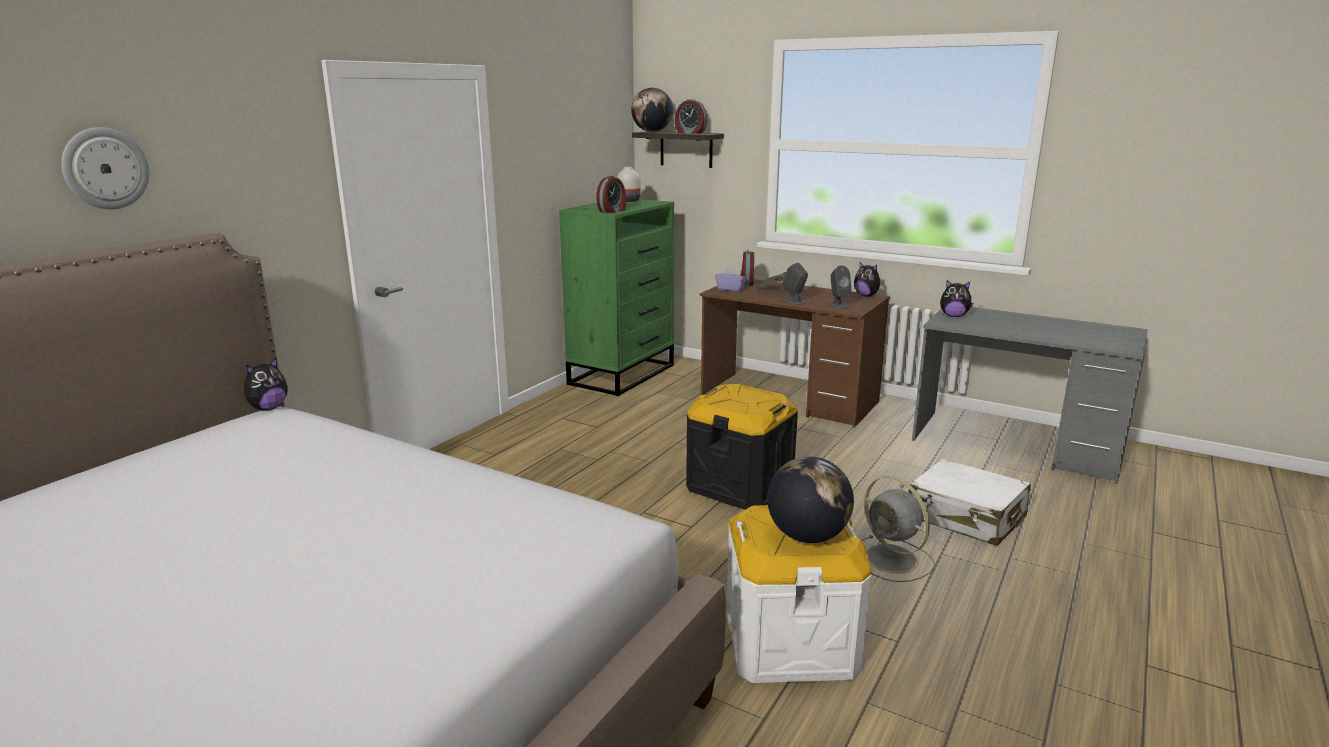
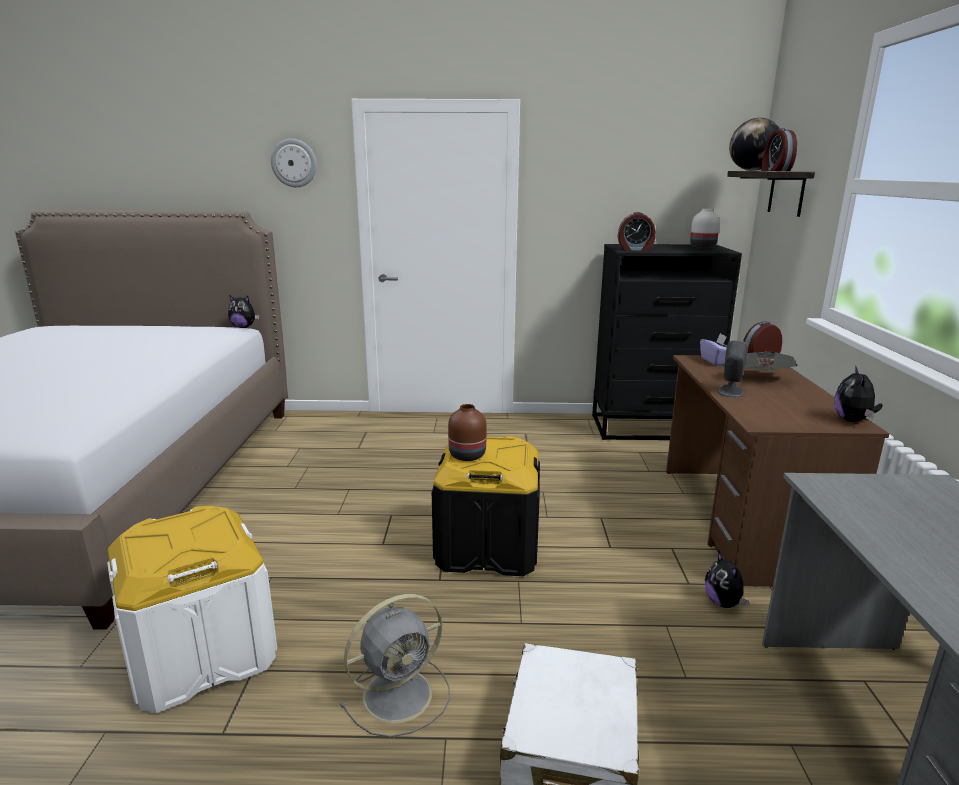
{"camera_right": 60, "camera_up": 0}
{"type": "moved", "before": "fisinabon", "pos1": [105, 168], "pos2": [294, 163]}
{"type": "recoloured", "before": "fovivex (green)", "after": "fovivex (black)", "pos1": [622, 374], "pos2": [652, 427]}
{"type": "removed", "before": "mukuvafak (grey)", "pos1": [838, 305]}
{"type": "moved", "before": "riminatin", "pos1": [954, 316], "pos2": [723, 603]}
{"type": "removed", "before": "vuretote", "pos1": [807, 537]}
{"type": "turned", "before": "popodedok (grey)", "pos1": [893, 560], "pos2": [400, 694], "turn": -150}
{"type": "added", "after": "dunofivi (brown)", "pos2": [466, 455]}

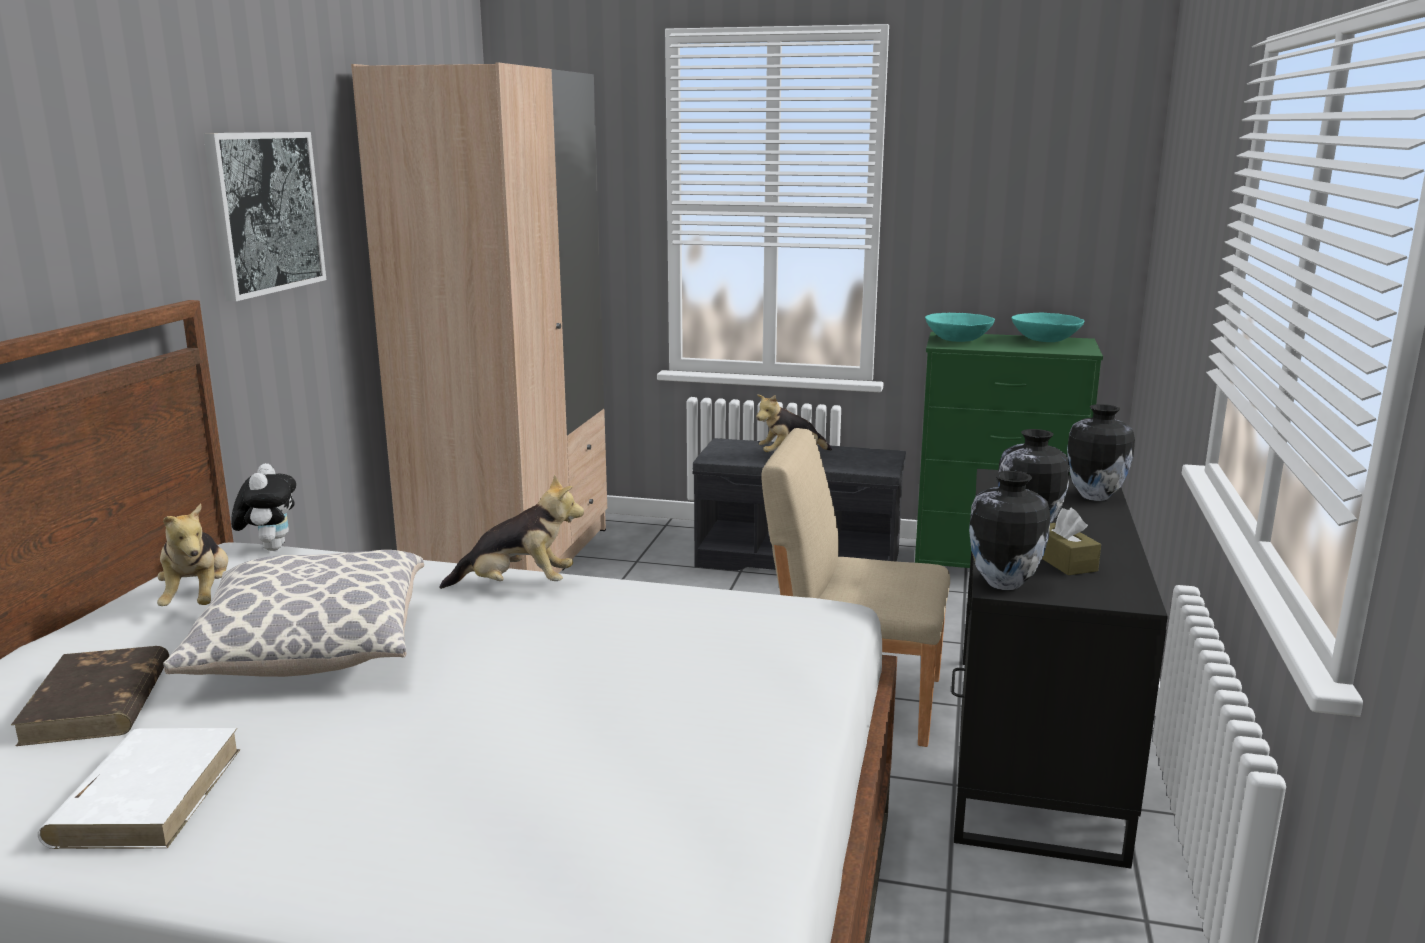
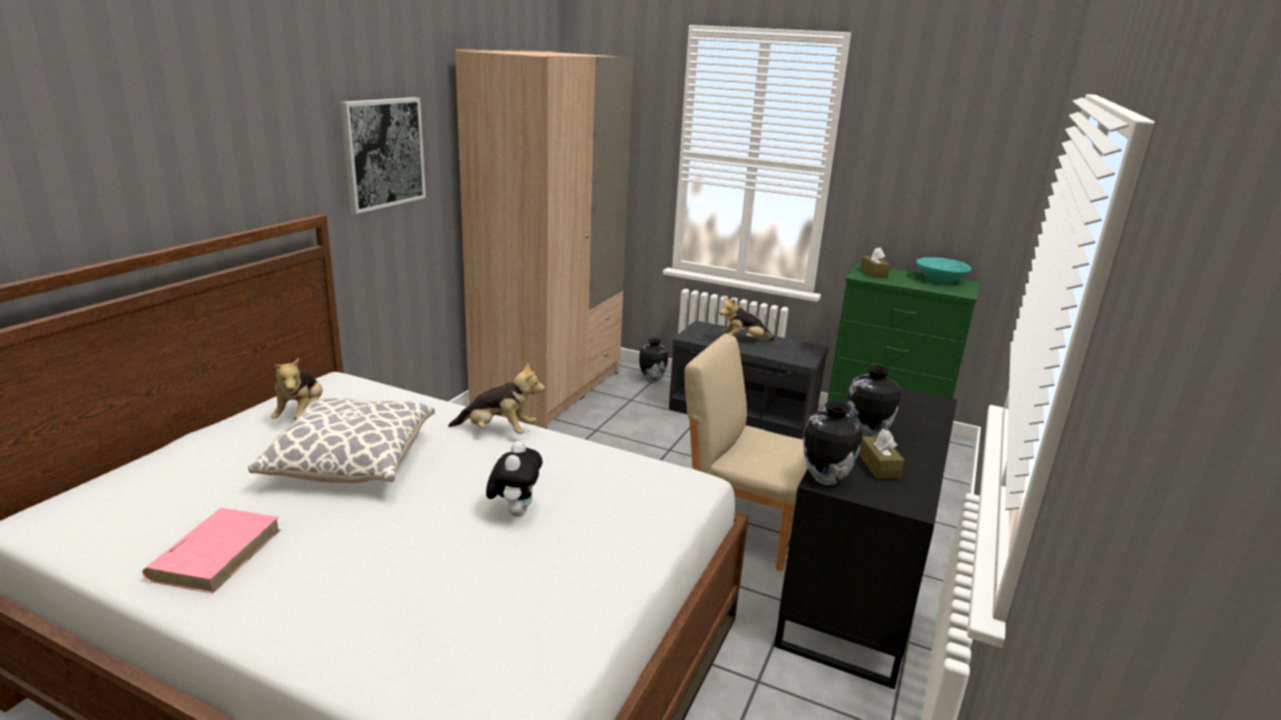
{"camera_right": 10, "camera_up": 5}
{"type": "replaced", "before": "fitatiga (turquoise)", "after": "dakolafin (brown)", "pos1": [958, 340], "pos2": [873, 273]}
{"type": "moved", "before": "dunofivi", "pos1": [1093, 496], "pos2": [651, 379]}
{"type": "moved", "before": "riminatin", "pos1": [270, 547], "pos2": [515, 511]}
{"type": "removed", "before": "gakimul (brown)", "pos1": [98, 703]}
{"type": "recoloured", "before": "gakimul (white)", "after": "gakimul (pink)", "pos1": [148, 794], "pos2": [217, 553]}

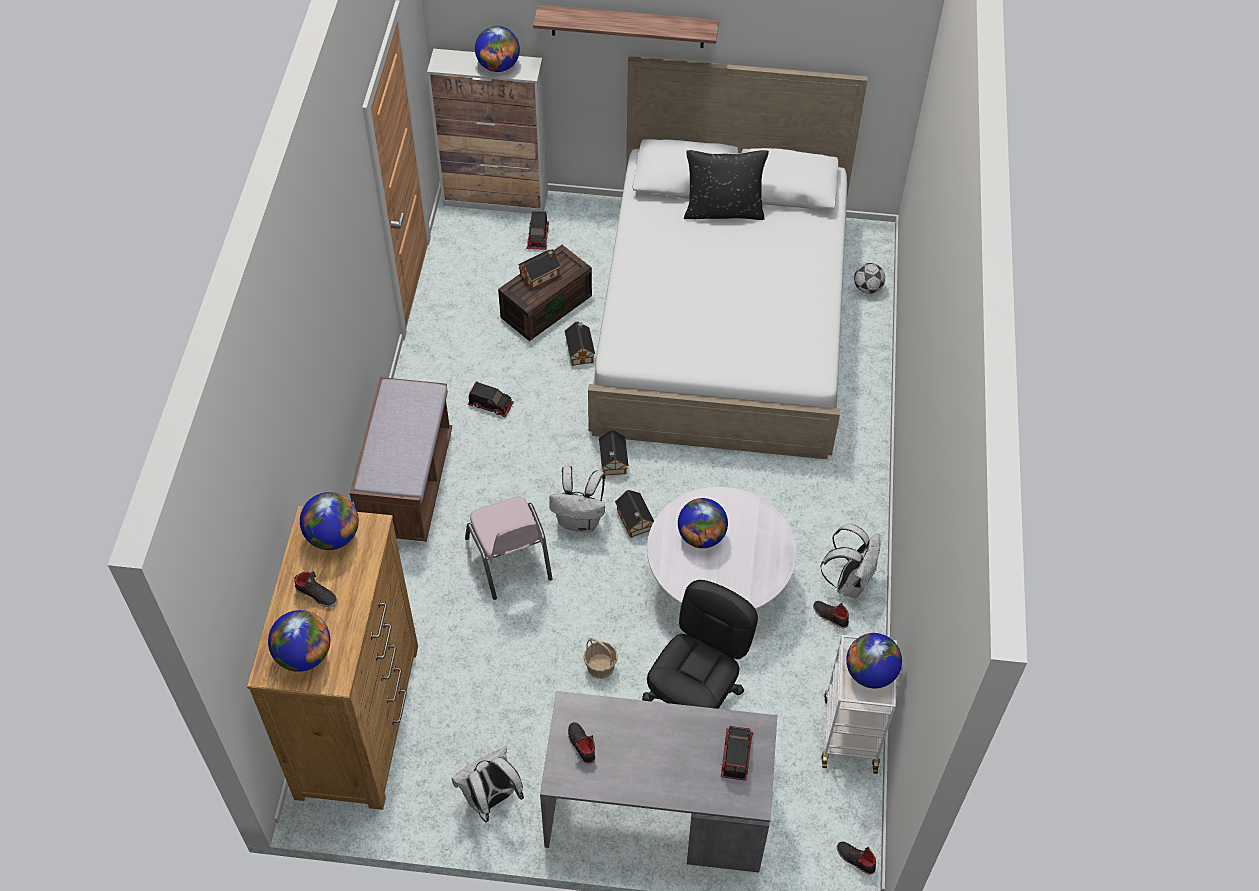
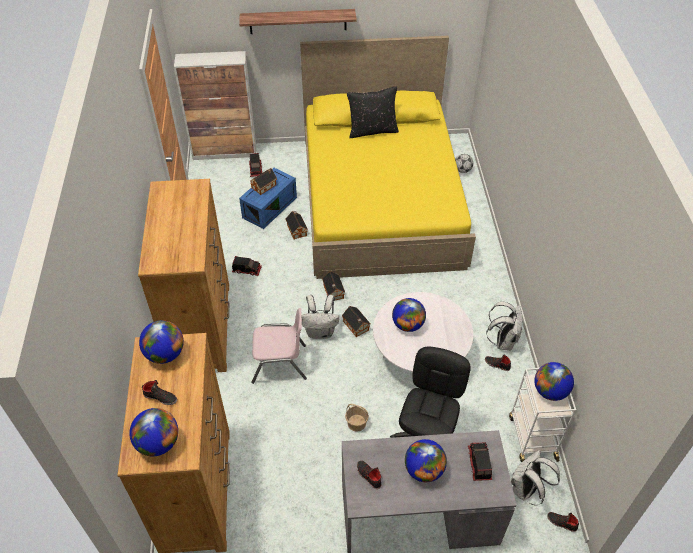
{"camera_right": -10, "camera_up": -5}
{"type": "moved", "before": "vuretote", "pos1": [498, 66], "pos2": [424, 470]}
{"type": "recoloured", "before": "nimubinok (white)", "after": "nimubinok (yellow)", "pos1": [723, 321], "pos2": [381, 200]}
{"type": "recoloured", "before": "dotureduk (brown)", "after": "dotureduk (blue)", "pos1": [546, 305], "pos2": [269, 207]}
{"type": "replaced", "before": "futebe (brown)", "after": "fovivex (brown)", "pos1": [407, 485], "pos2": [201, 327]}
{"type": "turned", "before": "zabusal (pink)", "pos1": [509, 559], "pos2": [279, 363], "turn": -60}
{"type": "moved", "before": "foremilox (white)", "pos1": [491, 799], "pos2": [526, 490]}

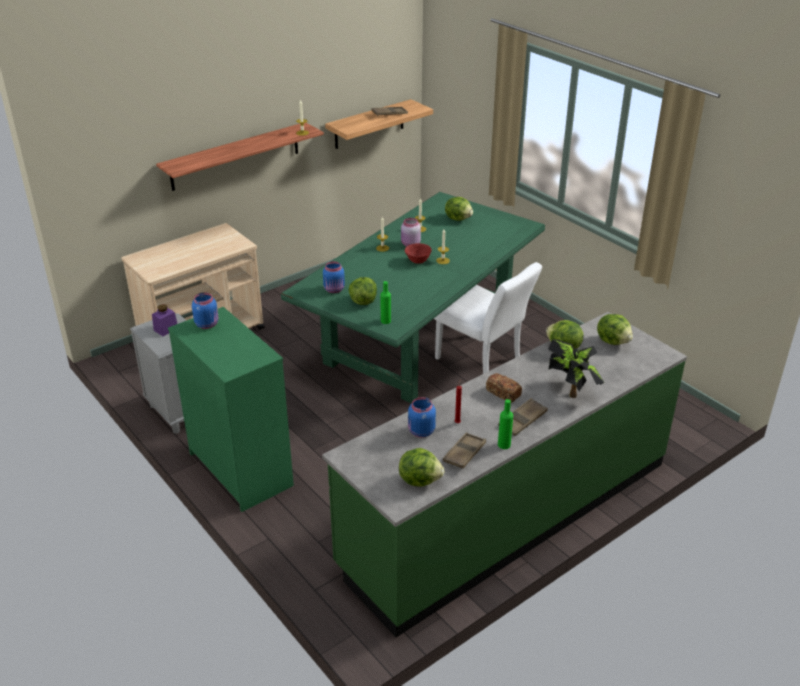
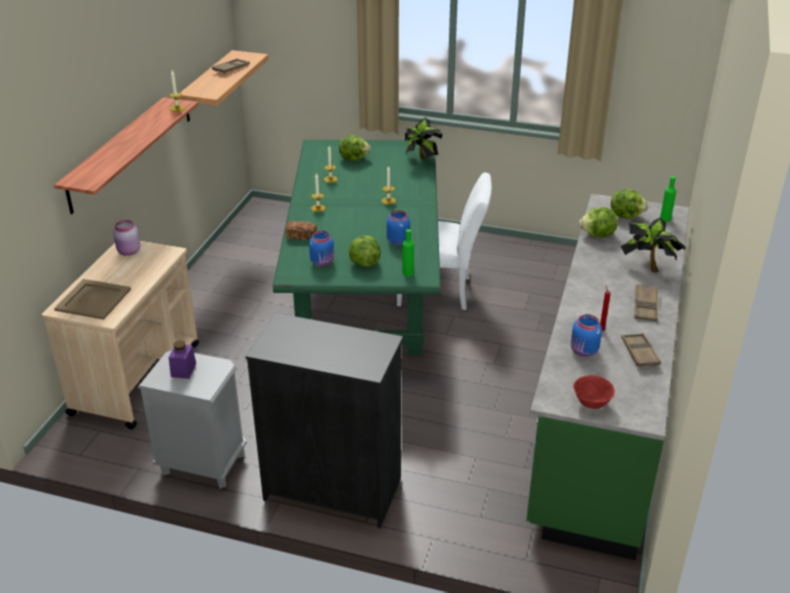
{"camera_right": -35, "camera_up": 0}
{"type": "moved", "before": "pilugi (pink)", "pos1": [410, 244], "pos2": [129, 252]}
{"type": "moved", "before": "fitatiga (red)", "pos1": [417, 261], "pos2": [591, 404]}
{"type": "moved", "before": "pilugi (blue)", "pos1": [207, 324], "pos2": [398, 241]}
{"type": "recoloured", "before": "fovivex (green)", "after": "fovivex (black)", "pos1": [241, 469], "pos2": [333, 488]}
{"type": "moved", "before": "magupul", "pos1": [503, 393], "pos2": [301, 236]}
{"type": "moved", "before": "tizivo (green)", "pos1": [504, 445], "pos2": [665, 219]}
{"type": "removed", "before": "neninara", "pos1": [420, 479]}
{"type": "added", "after": "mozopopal", "pos2": [421, 160]}
{"type": "added", "after": "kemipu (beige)", "pos2": [93, 300]}

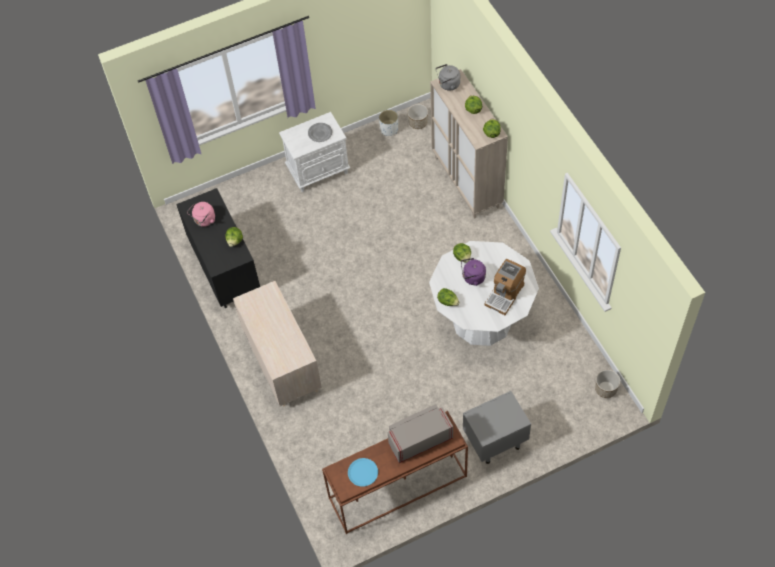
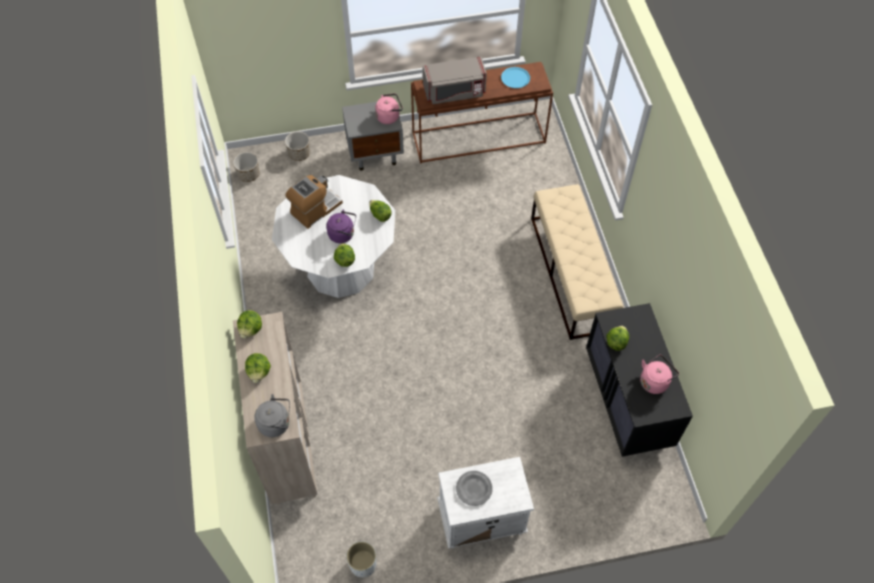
{"camera_right": -170, "camera_up": 0}
{"type": "moved", "before": "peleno", "pos1": [418, 123], "pos2": [299, 154]}
{"type": "replaced", "before": "fovivex (beige)", "after": "futebe (beige)", "pos1": [282, 362], "pos2": [571, 273]}
{"type": "added", "after": "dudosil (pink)", "pos2": [389, 116]}

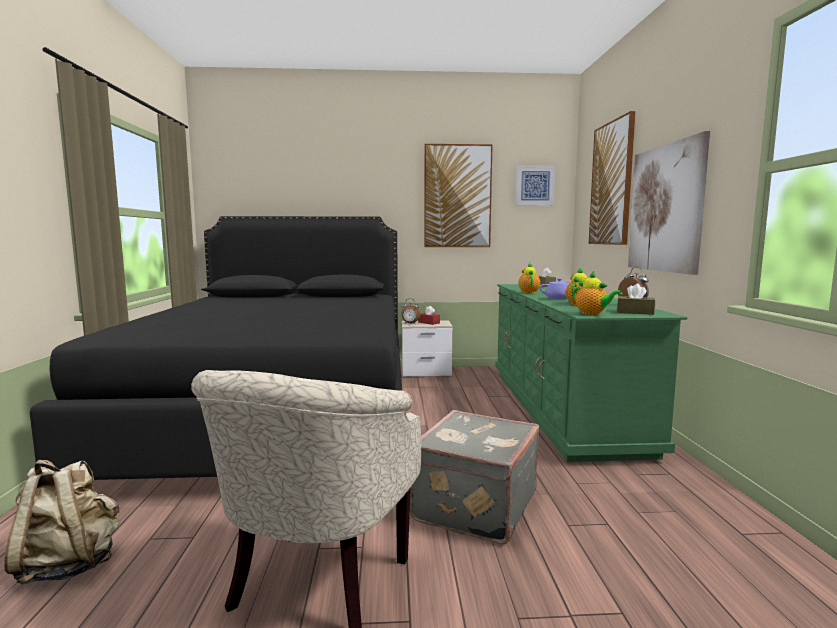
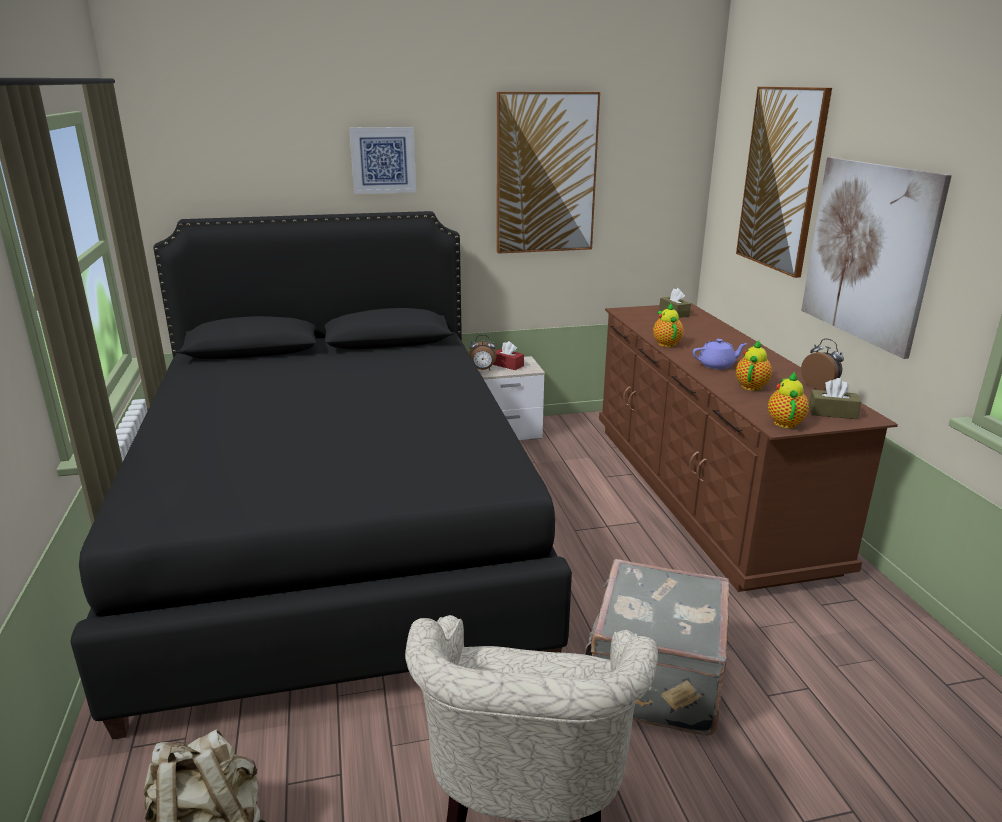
{"camera_right": -10, "camera_up": 15}
{"type": "moved", "before": "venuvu", "pos1": [534, 185], "pos2": [383, 160]}
{"type": "turned", "before": "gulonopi", "pos1": [593, 314], "pos2": [784, 422], "turn": -120}
{"type": "recoloured", "before": "fovivex (green)", "after": "fovivex (brown)", "pos1": [561, 408], "pos2": [703, 492]}

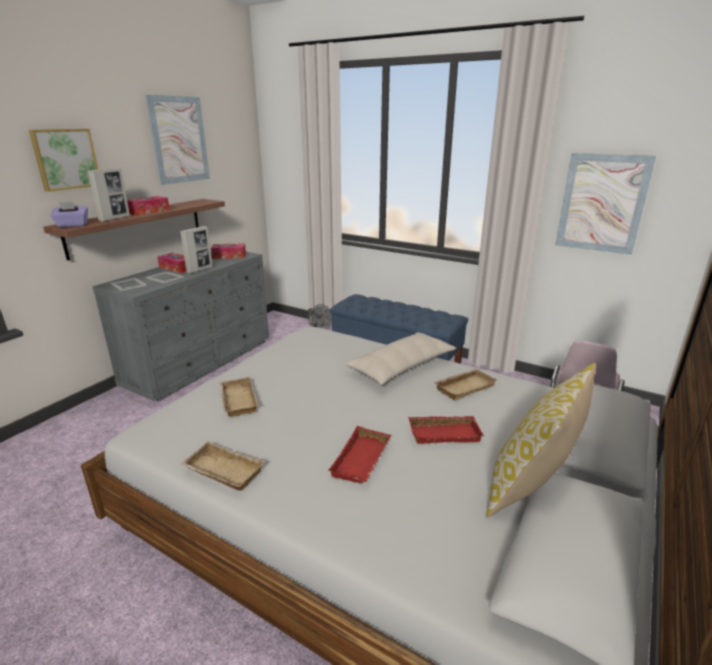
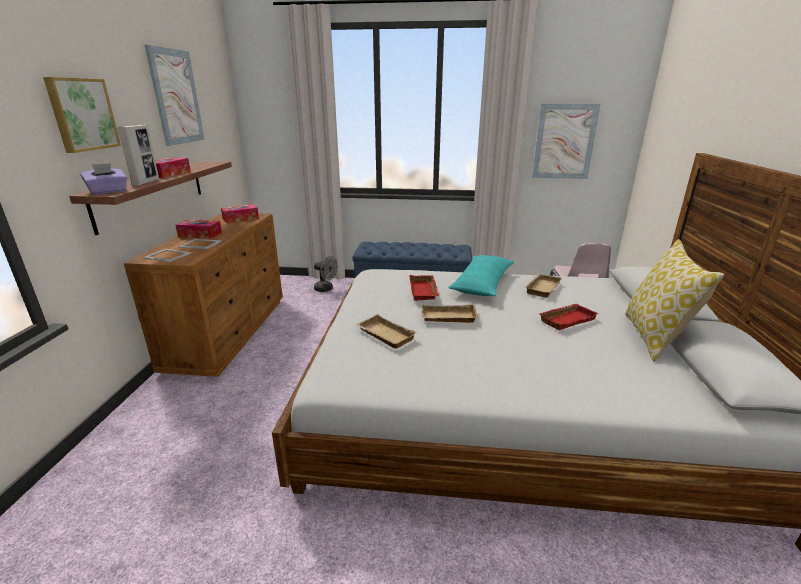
{"camera_right": -25, "camera_up": 0}
{"type": "removed", "before": "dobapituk", "pos1": [199, 270]}
{"type": "recoloured", "before": "fovivex (grey)", "after": "fovivex (brown)", "pos1": [201, 362], "pos2": [229, 332]}
{"type": "recoloured", "before": "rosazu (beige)", "after": "rosazu (turquoise)", "pos1": [401, 367], "pos2": [482, 284]}
{"type": "moved", "before": "kemipu (red)", "pos1": [362, 461], "pos2": [424, 291]}
{"type": "moved", "before": "kemipu (beige)", "pos1": [221, 472], "pos2": [447, 318]}

